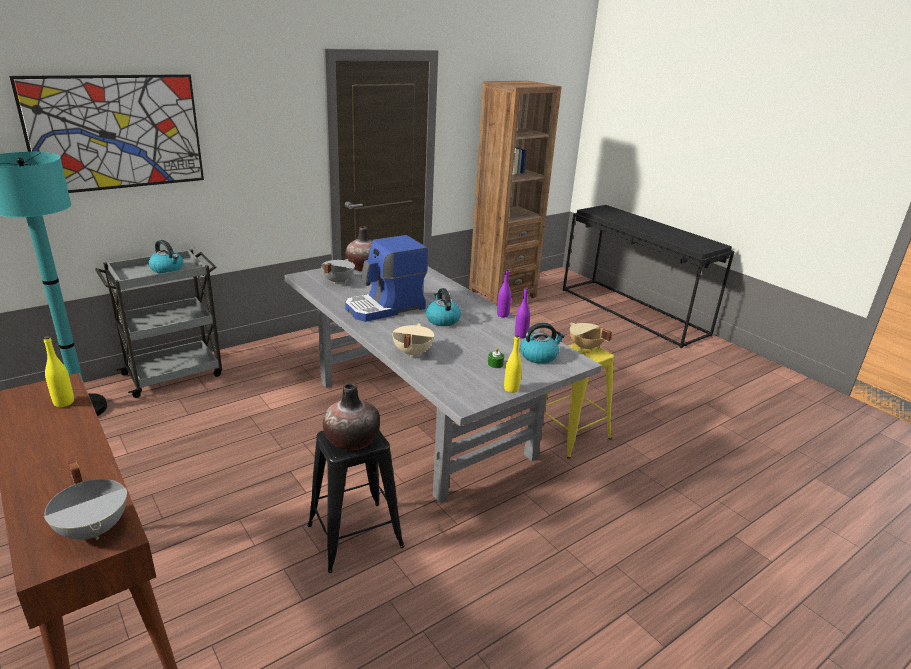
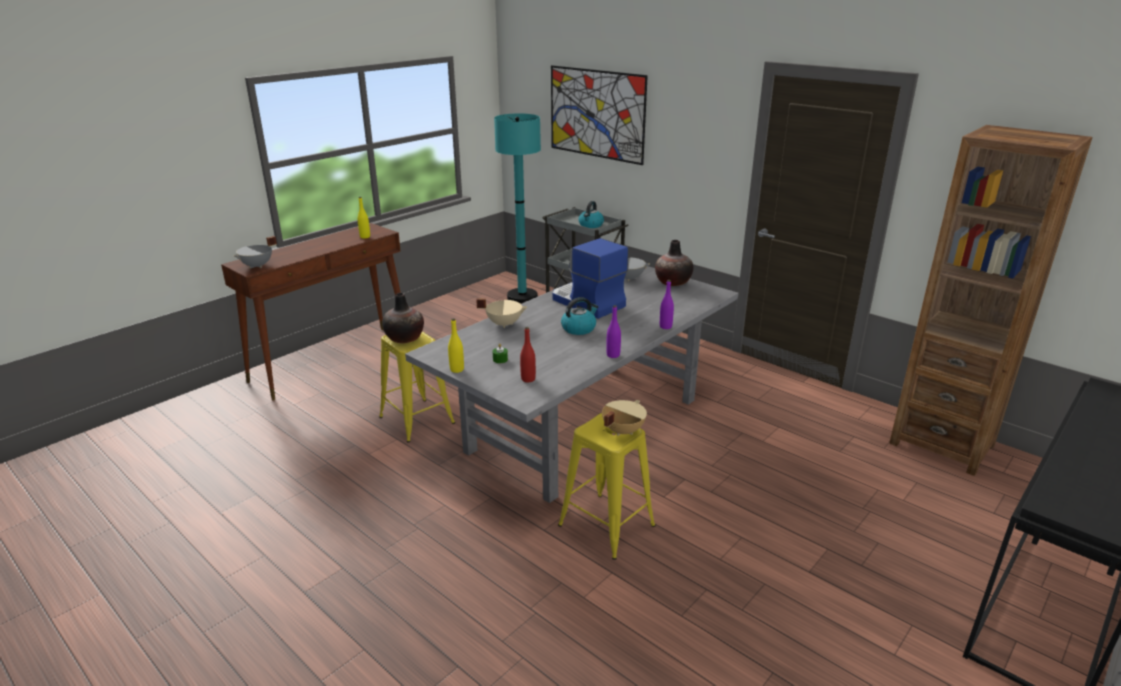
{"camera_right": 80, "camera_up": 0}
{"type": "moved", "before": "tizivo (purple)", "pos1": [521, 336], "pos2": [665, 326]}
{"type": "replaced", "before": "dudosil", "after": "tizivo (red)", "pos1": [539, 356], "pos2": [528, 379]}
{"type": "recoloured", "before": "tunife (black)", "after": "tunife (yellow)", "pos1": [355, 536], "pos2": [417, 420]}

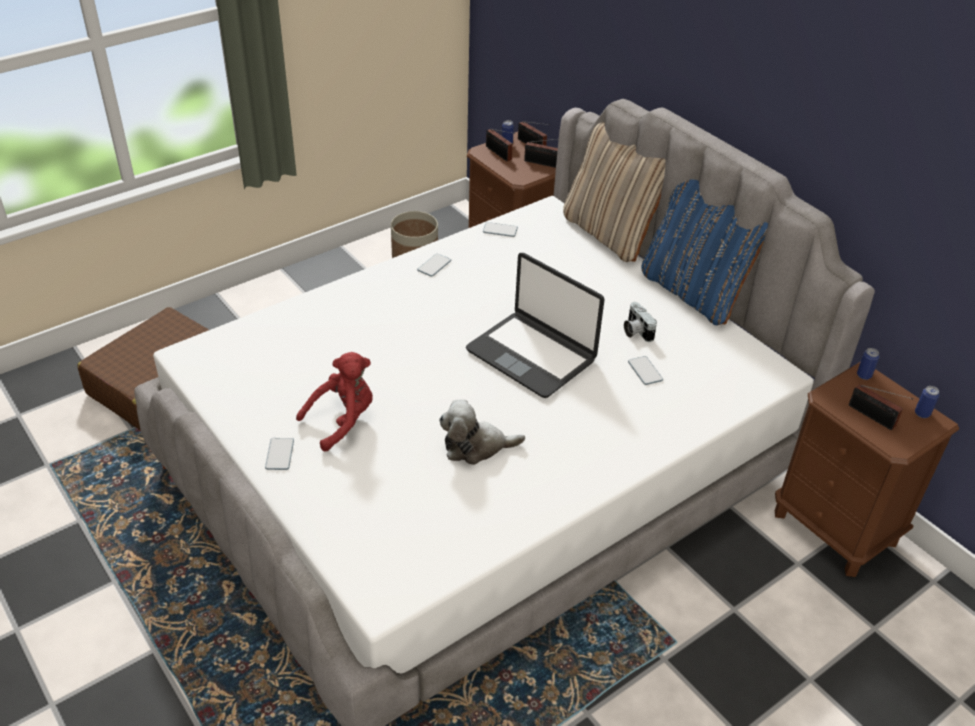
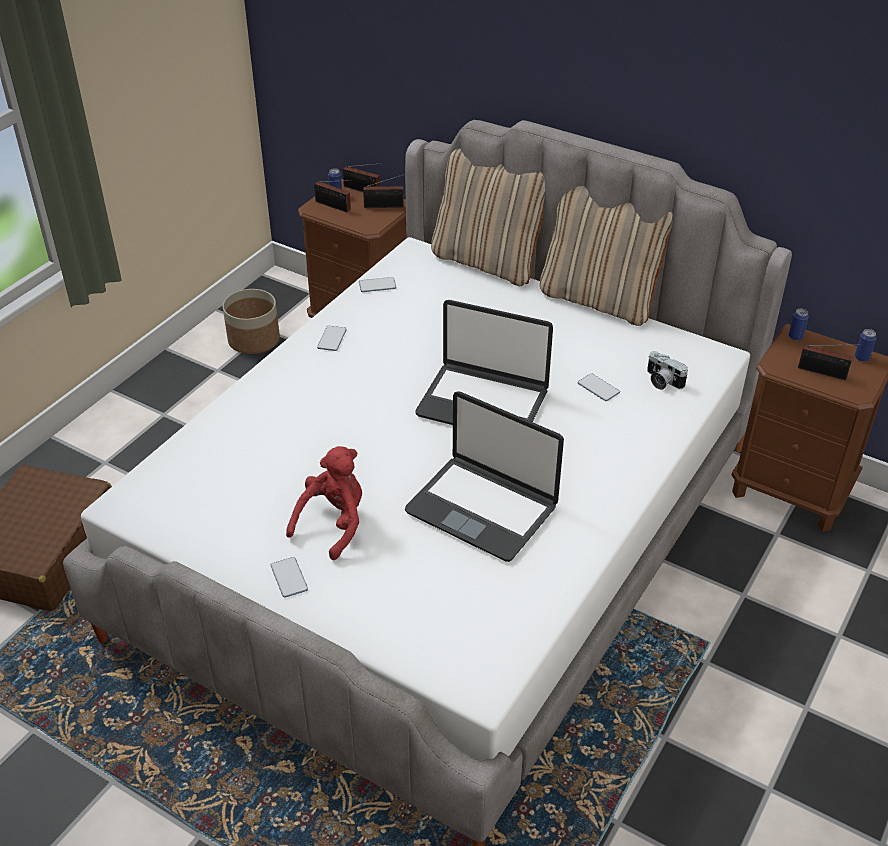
{"camera_right": -20, "camera_up": 0}
{"type": "recoloured", "before": "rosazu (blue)", "after": "rosazu (beige)", "pos1": [694, 292], "pos2": [599, 300]}
{"type": "moved", "before": "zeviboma", "pos1": [635, 331], "pos2": [662, 381]}
{"type": "replaced", "before": "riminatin", "after": "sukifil", "pos1": [476, 446], "pos2": [482, 508]}

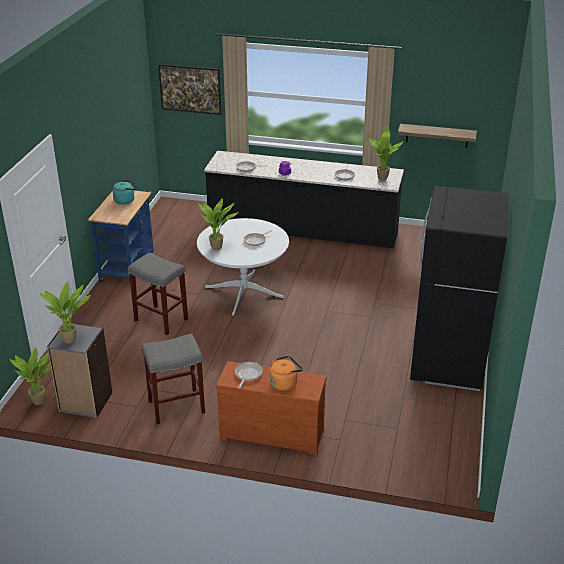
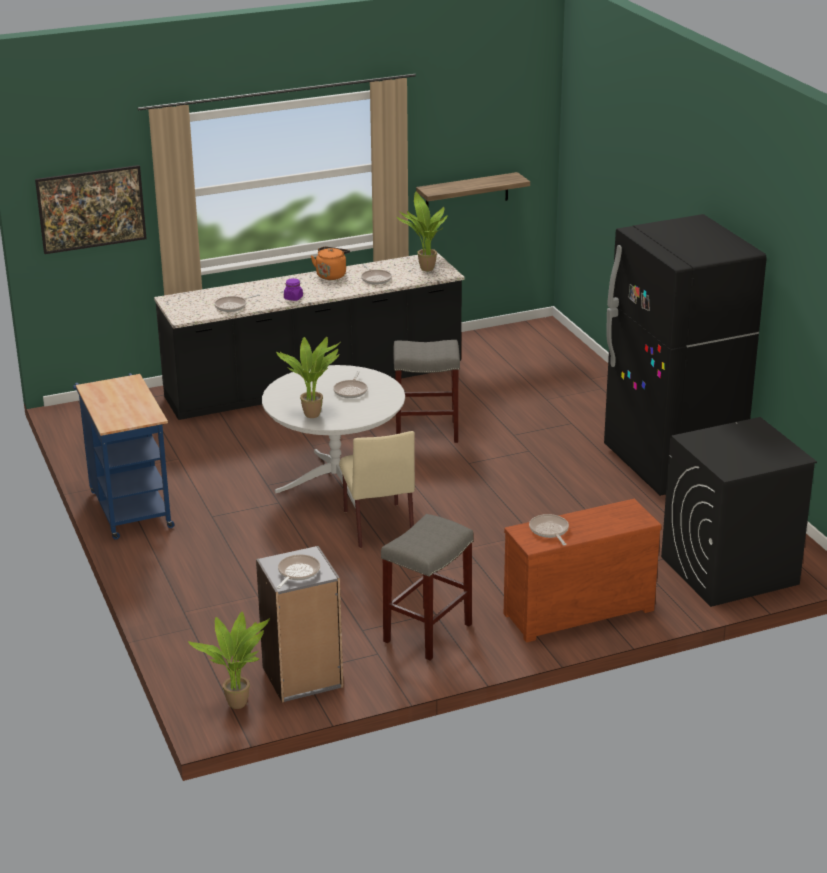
{"camera_right": -35, "camera_up": -5}
{"type": "removed", "before": "dudosil (turquoise)", "pos1": [125, 200]}
{"type": "moved", "before": "tunife (grey)", "pos1": [162, 320], "pos2": [427, 432]}
{"type": "replaced", "before": "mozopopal", "after": "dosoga", "pos1": [71, 340], "pos2": [297, 572]}
{"type": "moved", "before": "dudosil (orange)", "pos1": [284, 383], "pos2": [331, 275]}
{"type": "added", "after": "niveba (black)", "pos2": [728, 571]}
{"type": "added", "after": "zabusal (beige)", "pos2": [378, 525]}

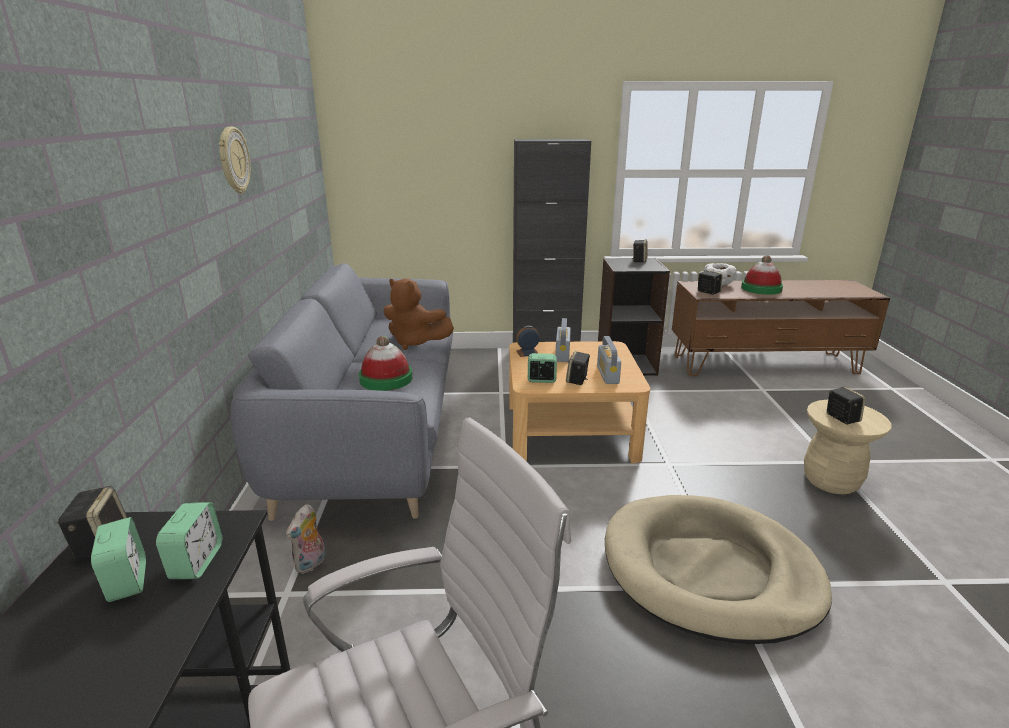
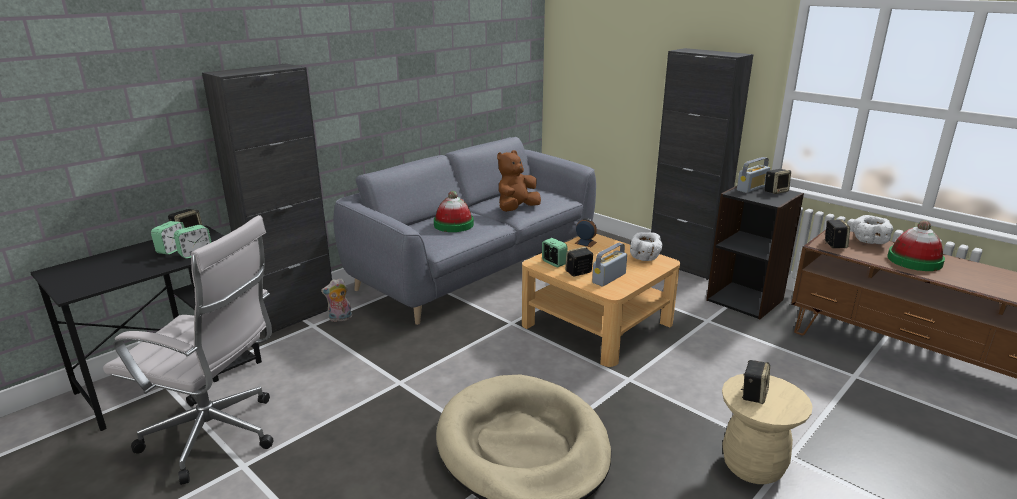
{"camera_right": 45, "camera_up": 0}
{"type": "removed", "before": "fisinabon", "pos1": [233, 160]}
{"type": "turned", "before": "riminatin (brown)", "pos1": [415, 342], "pos2": [516, 209], "turn": 60}
{"type": "moved", "before": "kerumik", "pos1": [562, 354], "pos2": [752, 188]}
{"type": "added", "after": "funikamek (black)", "pos2": [292, 316]}
{"type": "added", "after": "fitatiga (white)", "pos2": [645, 257]}

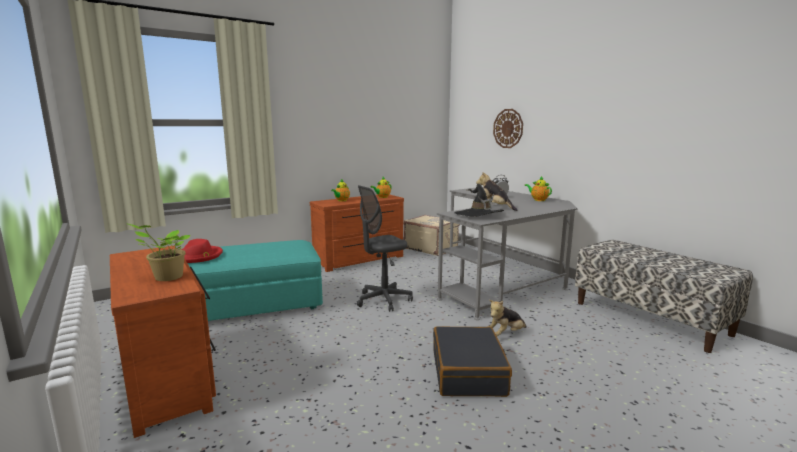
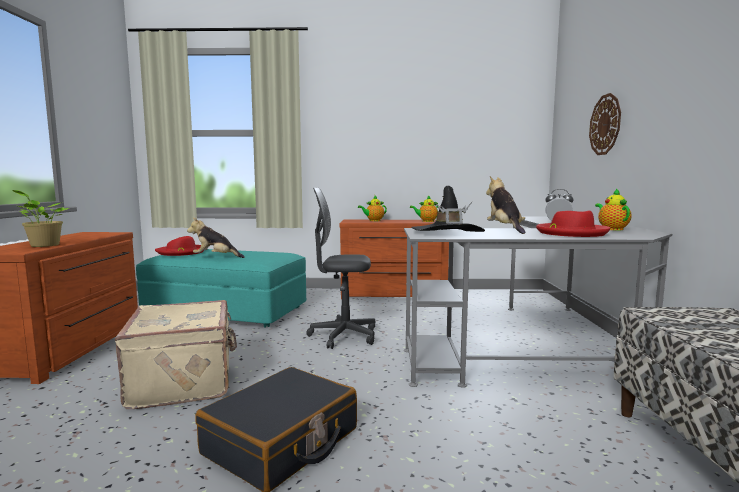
{"camera_right": 35, "camera_up": -5}
{"type": "moved", "before": "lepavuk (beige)", "pos1": [431, 248], "pos2": [185, 381]}
{"type": "moved", "before": "riminatin", "pos1": [505, 334], "pos2": [215, 257]}
{"type": "added", "after": "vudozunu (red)", "pos2": [571, 233]}

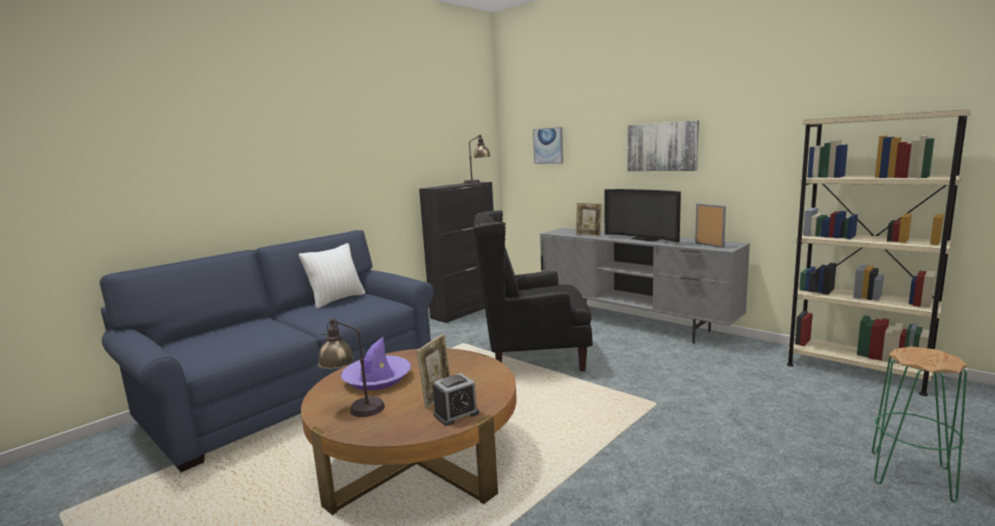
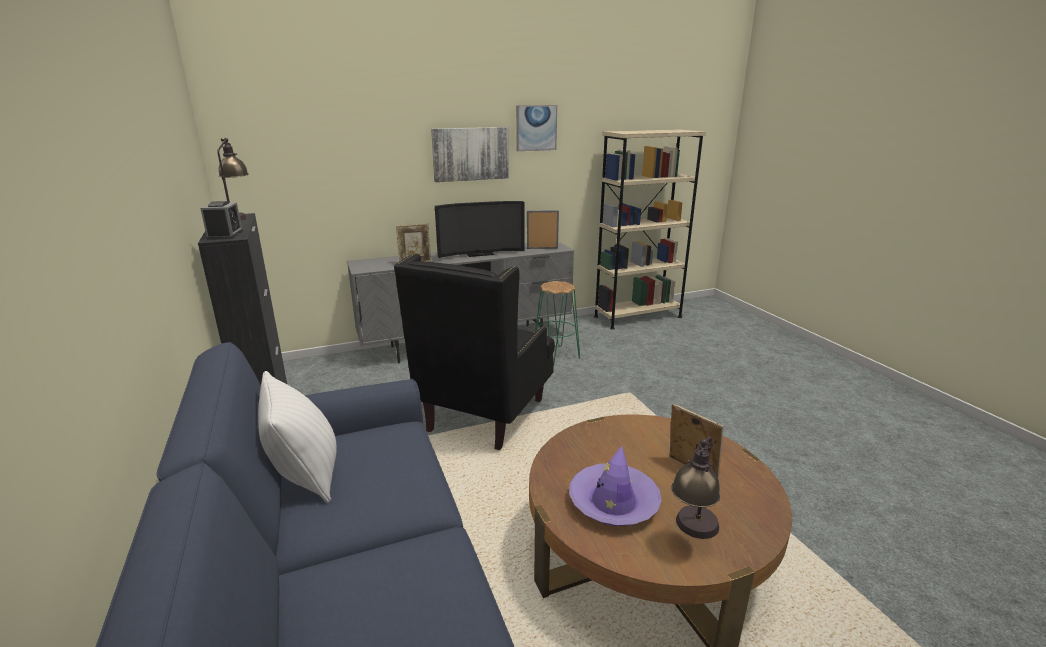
{"camera_right": -65, "camera_up": 10}
{"type": "moved", "before": "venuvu", "pos1": [548, 146], "pos2": [536, 128]}
{"type": "moved", "before": "tunife (green)", "pos1": [911, 476], "pos2": [556, 356]}
{"type": "moved", "before": "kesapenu", "pos1": [456, 414], "pos2": [225, 235]}

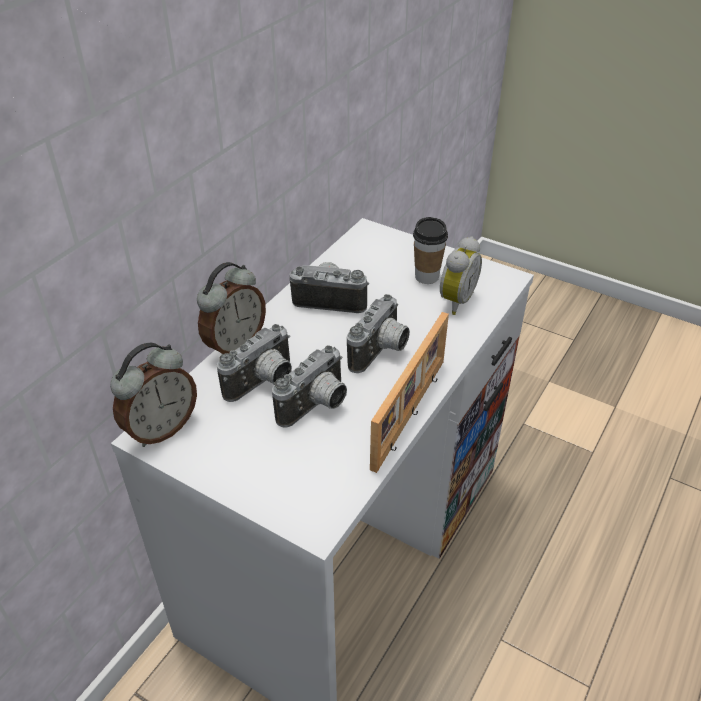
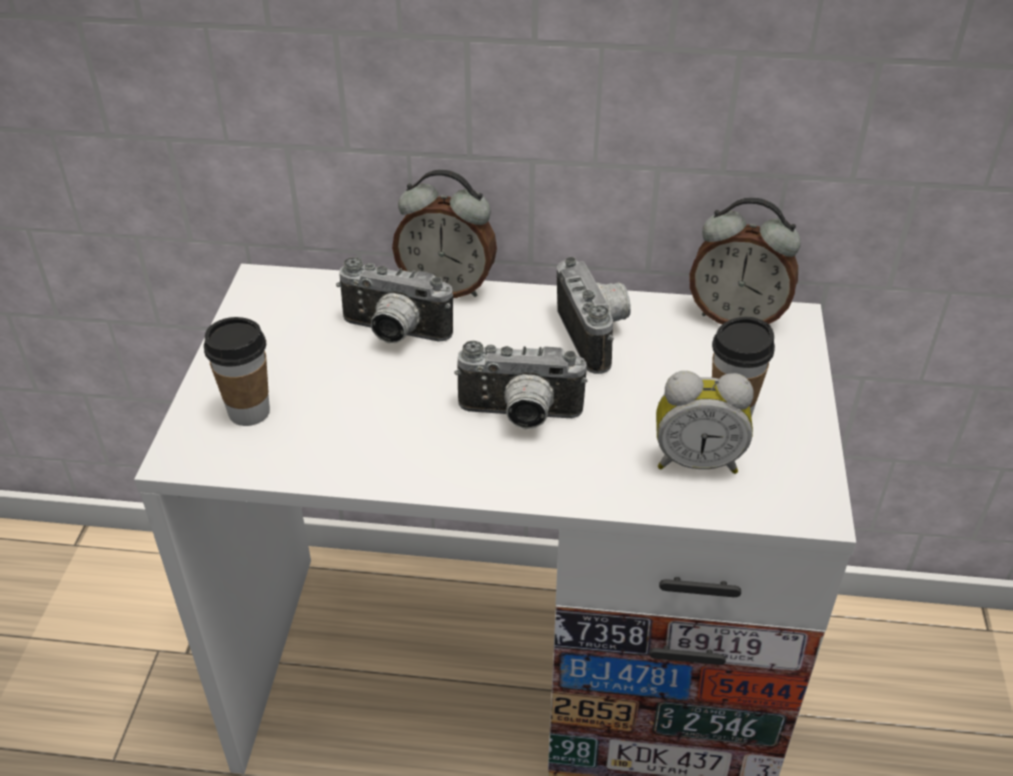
{"camera_right": 65, "camera_up": 0}
{"type": "removed", "before": "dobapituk", "pos1": [411, 413]}
{"type": "moved", "before": "kesapenu", "pos1": [161, 428], "pos2": [736, 317]}
{"type": "removed", "before": "zeviboma", "pos1": [317, 406]}
{"type": "added", "after": "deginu", "pos2": [249, 412]}

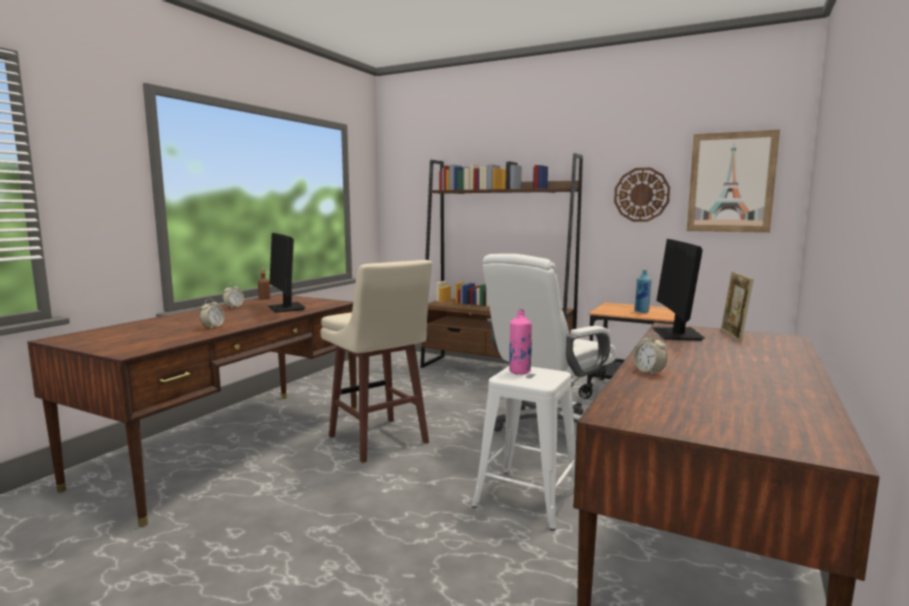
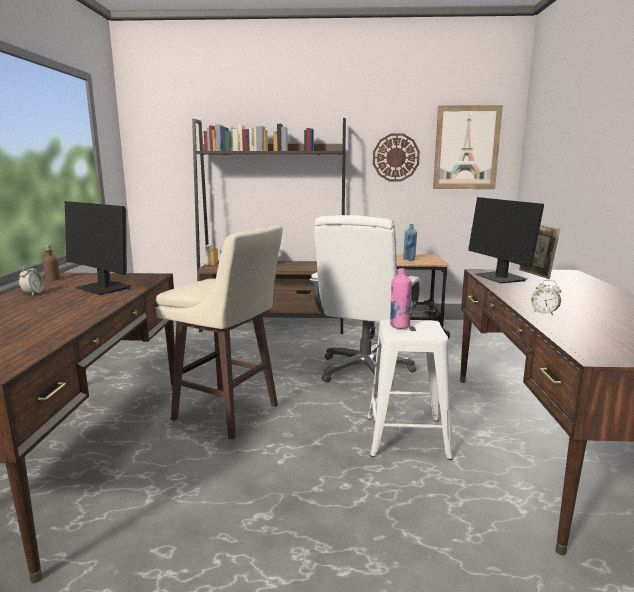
{"camera_right": -25, "camera_up": 5}
{"type": "removed", "before": "kesapenu", "pos1": [213, 327]}

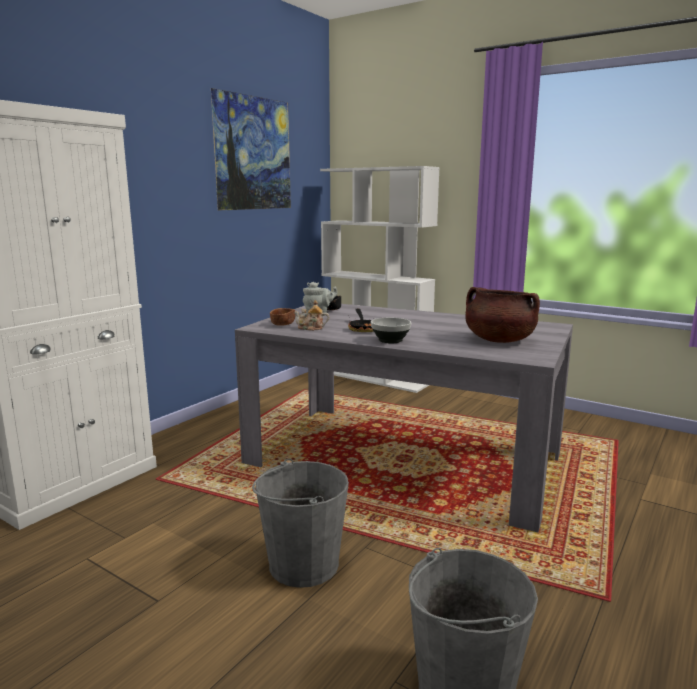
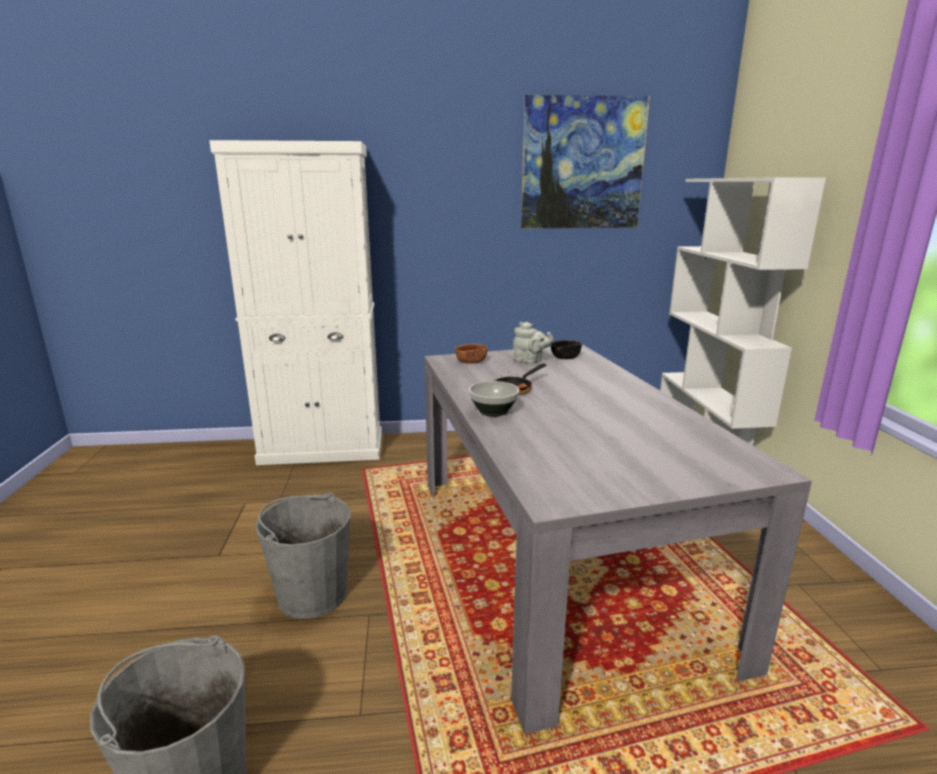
{"camera_right": 50, "camera_up": 5}
{"type": "removed", "before": "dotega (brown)", "pos1": [499, 340]}
{"type": "removed", "before": "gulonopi", "pos1": [311, 328]}

